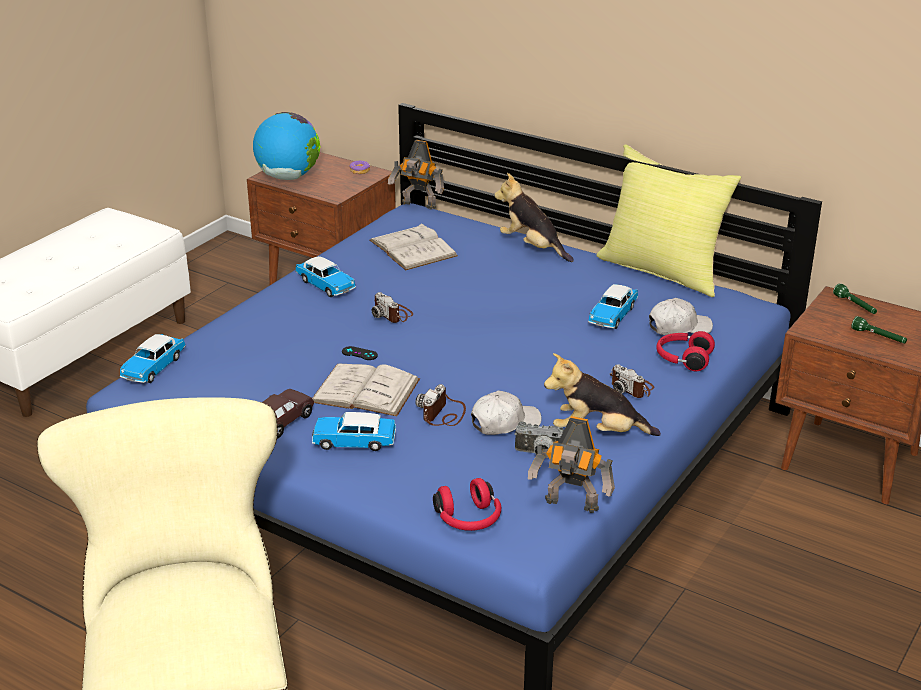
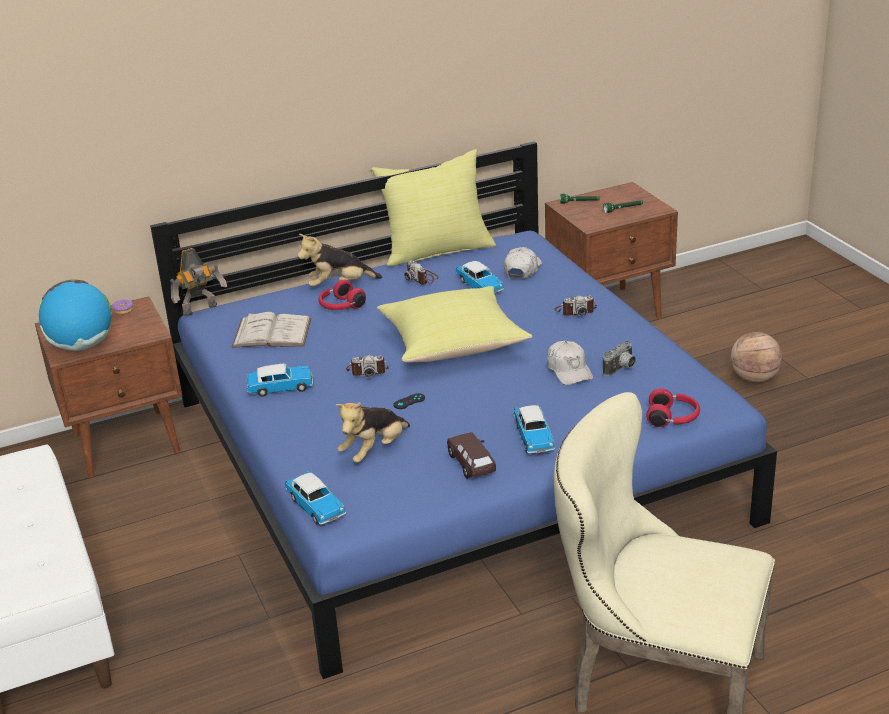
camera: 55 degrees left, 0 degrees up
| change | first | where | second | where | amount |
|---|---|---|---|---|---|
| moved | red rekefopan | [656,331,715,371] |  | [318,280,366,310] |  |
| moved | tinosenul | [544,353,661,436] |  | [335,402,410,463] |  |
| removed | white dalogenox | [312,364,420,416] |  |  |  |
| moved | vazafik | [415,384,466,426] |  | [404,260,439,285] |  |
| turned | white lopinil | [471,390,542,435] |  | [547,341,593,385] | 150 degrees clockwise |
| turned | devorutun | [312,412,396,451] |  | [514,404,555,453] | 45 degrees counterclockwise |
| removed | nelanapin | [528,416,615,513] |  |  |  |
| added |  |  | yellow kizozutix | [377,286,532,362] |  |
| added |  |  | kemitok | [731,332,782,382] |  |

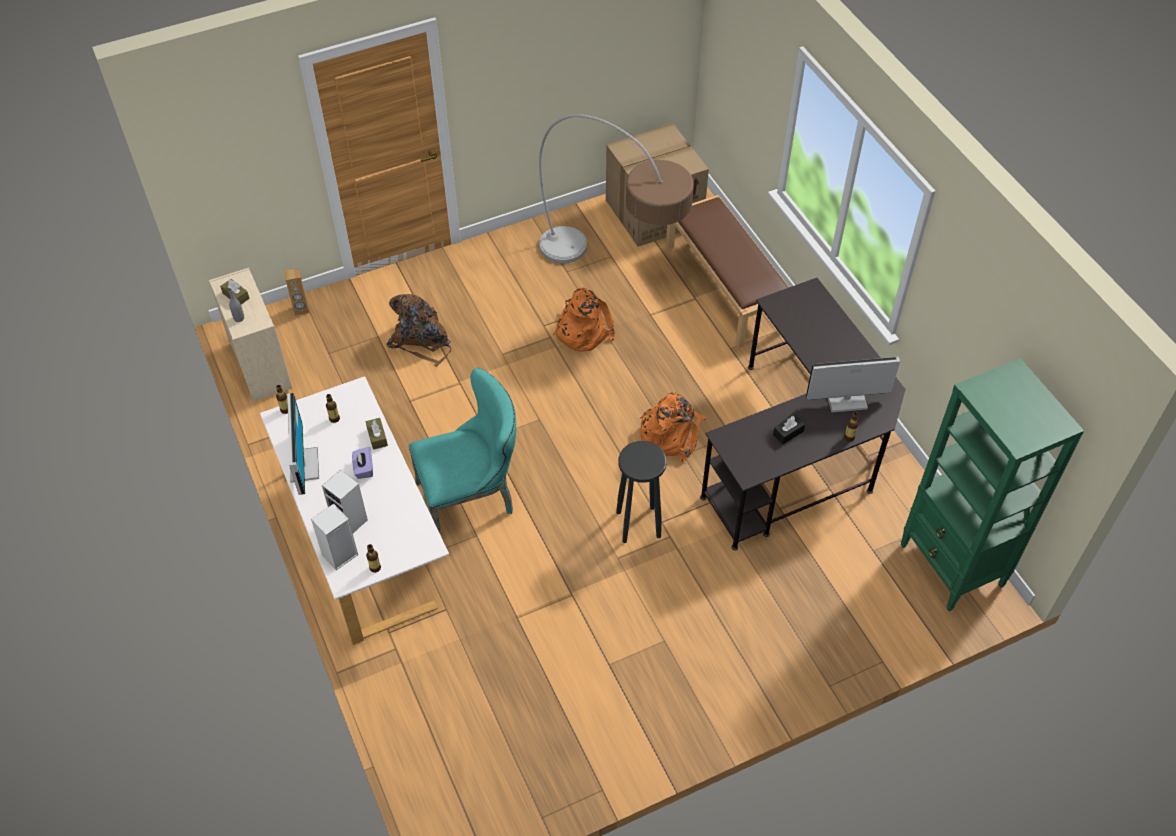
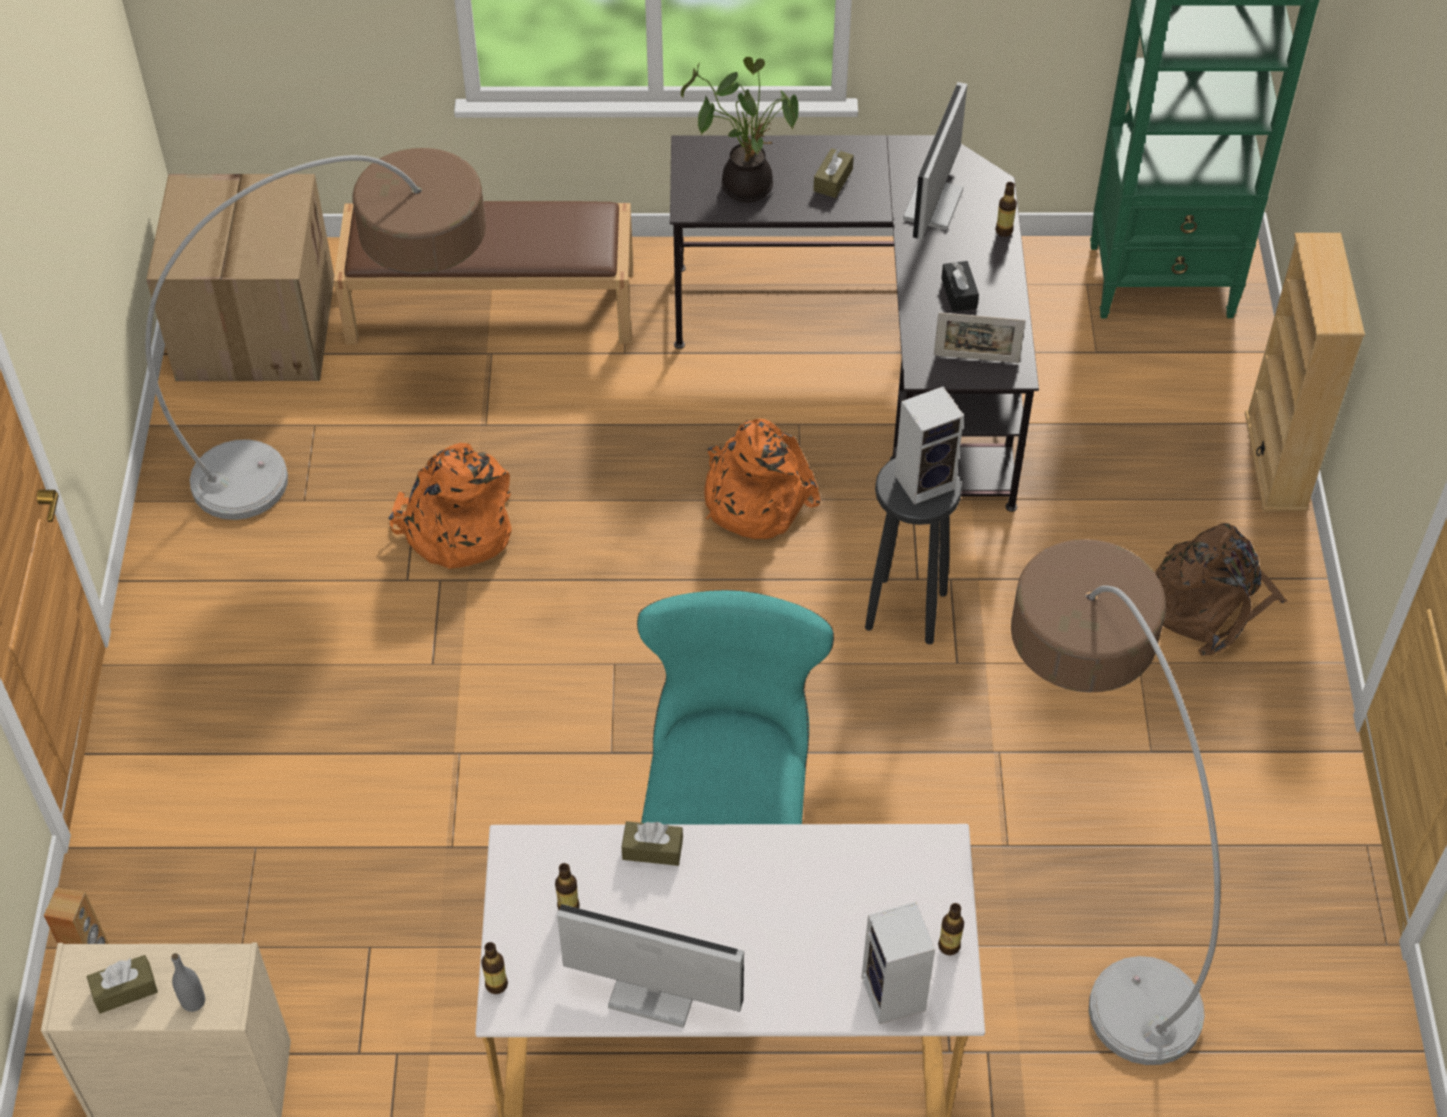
camera: 65 degrees left, 0 degrees up
| change | first | where | second | where | amount |
|---|---|---|---|---|---|
| moved | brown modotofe | [386,294,451,367] |  | [1155,523,1287,656] |  |
| removed | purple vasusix | [352,447,373,479] |  |  |  |
| moved | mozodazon | [322,470,368,533] |  | [894,387,964,505] |  |
| added |  |  | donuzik | [681,57,799,202] |  |
| added |  |  | brown vasusix | [813,148,854,198] |  |
| added |  |  | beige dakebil | [1245,233,1365,511] |  |
| added |  |  | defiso | [934,312,1026,363] |  |
| added |  |  | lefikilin | [1011,539,1221,1065] |  |

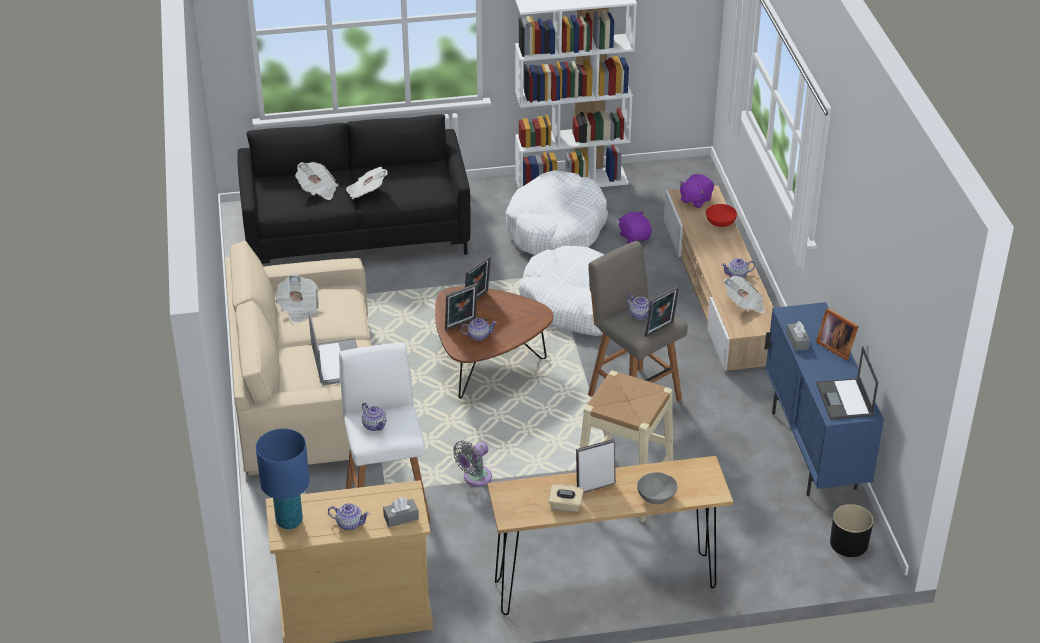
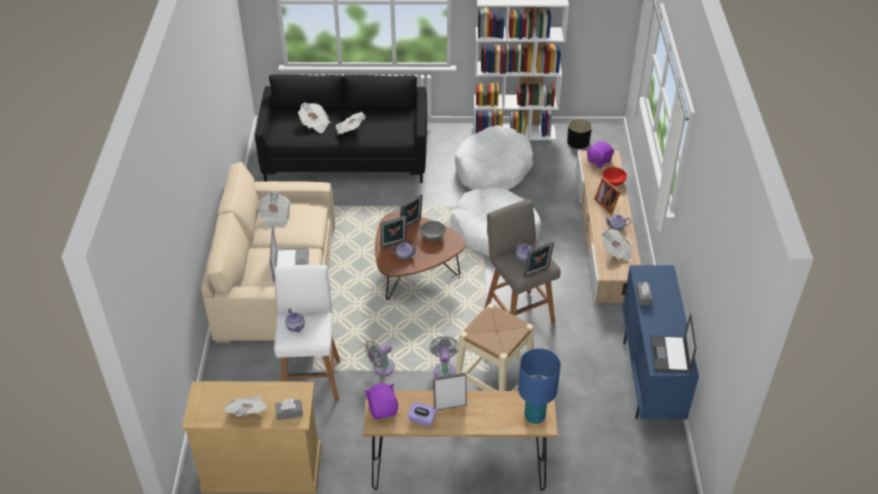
camera: 10 degrees right, 5 degrees up
| change | first | where | second | where | amount |
|---|---|---|---|---|---|
| moved | purple tinosenul | [618,211,652,244] |  | [364,383,398,419] |  |
| moved | defiso | [816,308,859,360] |  | [594,177,621,214] |  |
| moved | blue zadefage | [256,428,309,529] |  | [518,348,561,424] |  |
| moved | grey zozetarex | [637,472,677,504] |  | [420,221,446,241] |  |
| recoloured | beige vasusix | [549,484,584,512] | purple vasusix | [407,402,437,427] |  |
| replaced | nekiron | [328,503,370,530] | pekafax | [224,396,267,416] |  |
| moved | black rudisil | [830,504,873,557] |  | [567,118,592,149] |  |
| added |  |  | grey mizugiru | [430,336,459,377] |  |

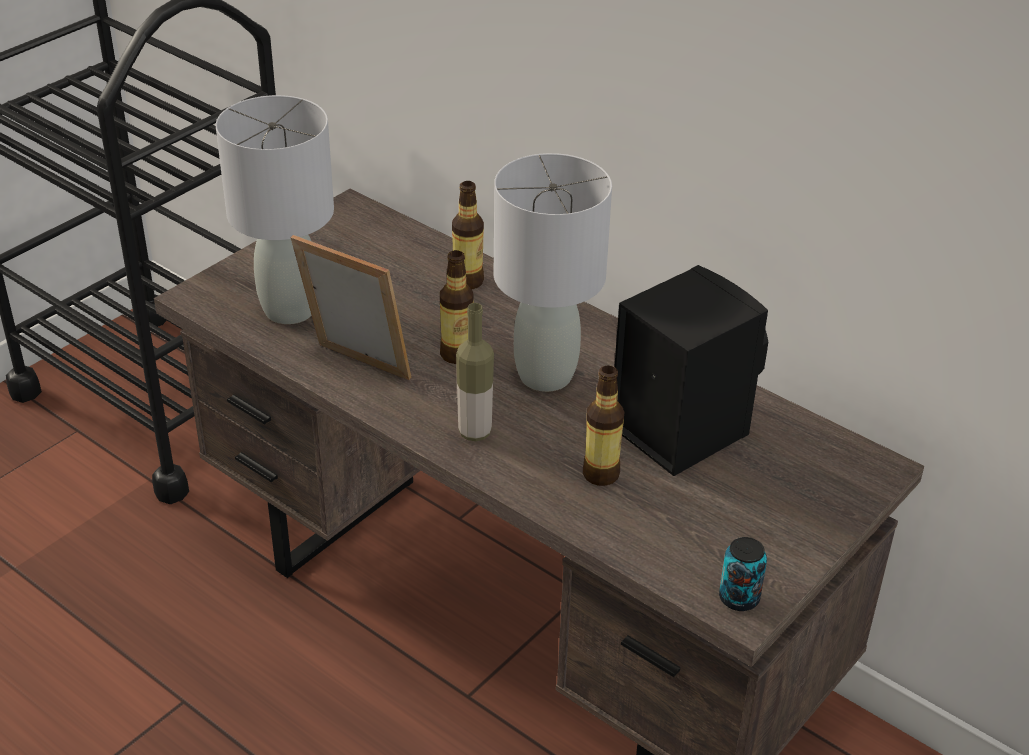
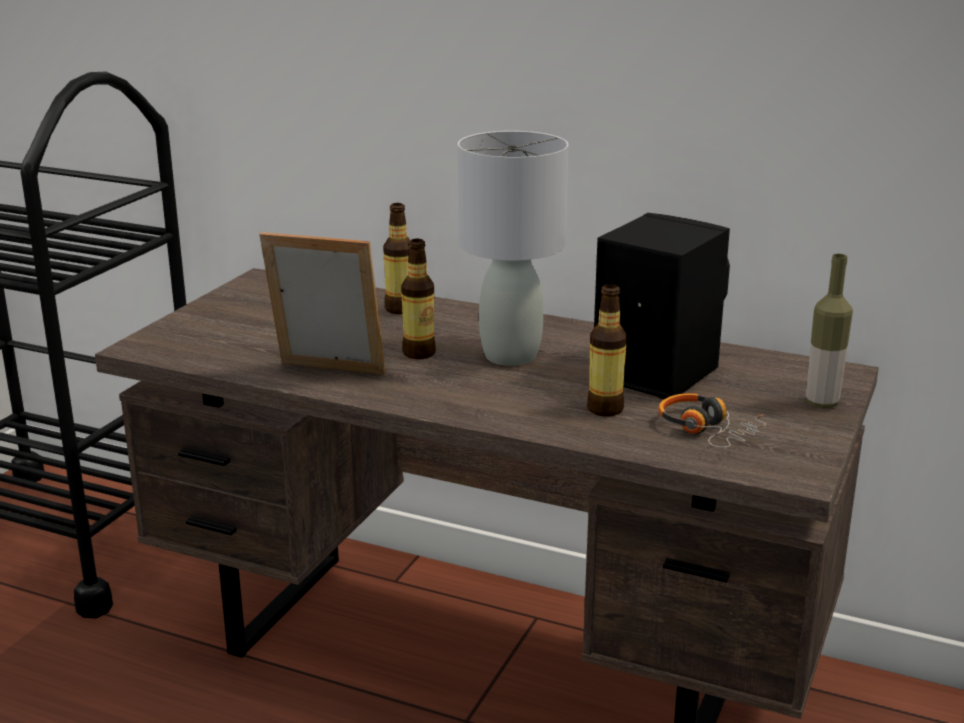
camera: 15 degrees left, 15 degrees down
| change | first | where | second | where | amount |
|---|---|---|---|---|---|
| removed | grey zadefage | [216,95,334,324] |  |  |  |
| moved | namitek | [456,303,494,441] |  | [806,254,853,408] |  |
| removed | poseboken | [719,537,767,611] |  |  |  |
| added |  |  | rekefopan | [659,393,766,448] |  |

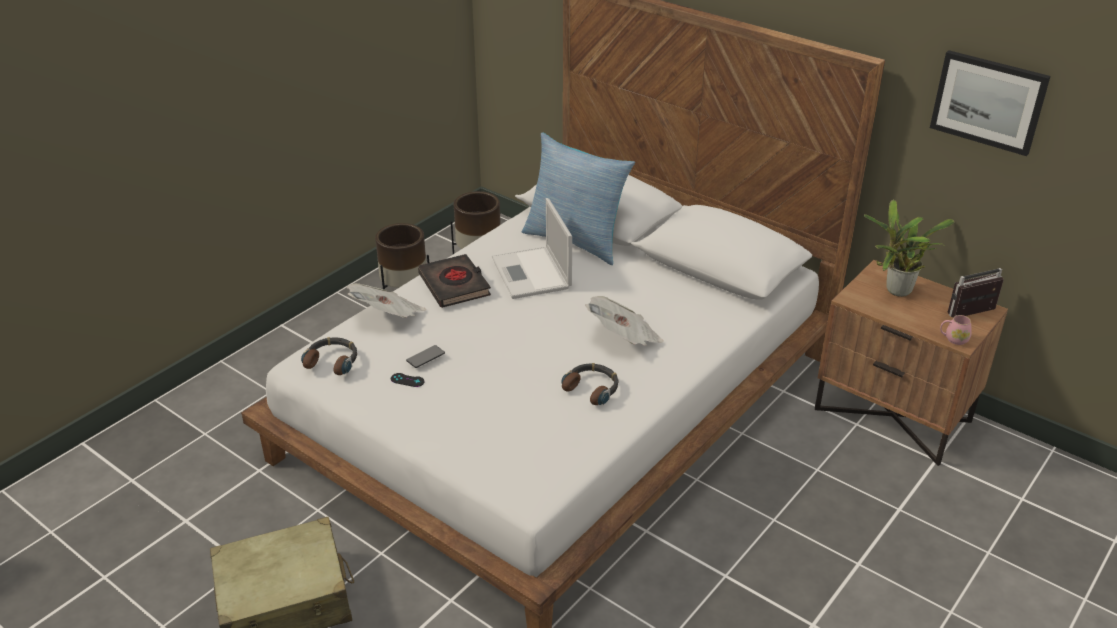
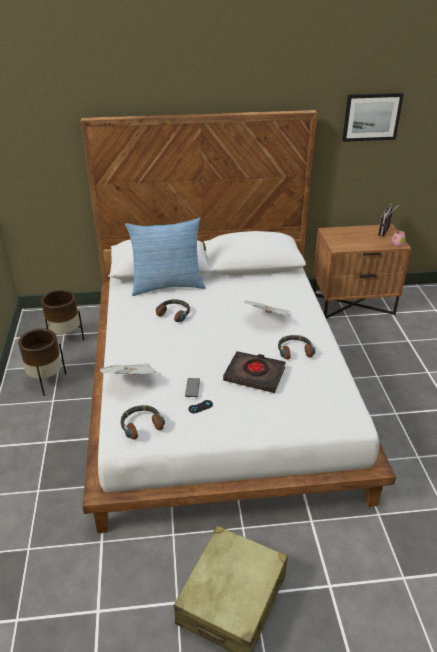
camera: 45 degrees left, 0 degrees up
| change | first | where | second | where | amount |
|---|---|---|---|---|---|
| replaced | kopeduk | [492,198,572,299] | rekefopan | [156,299,190,322] |  |
| removed | donuzik | [864,199,955,297] |  |  |  |
| moved | black dalogenox | [418,254,491,308] |  | [223,351,286,393] |  |

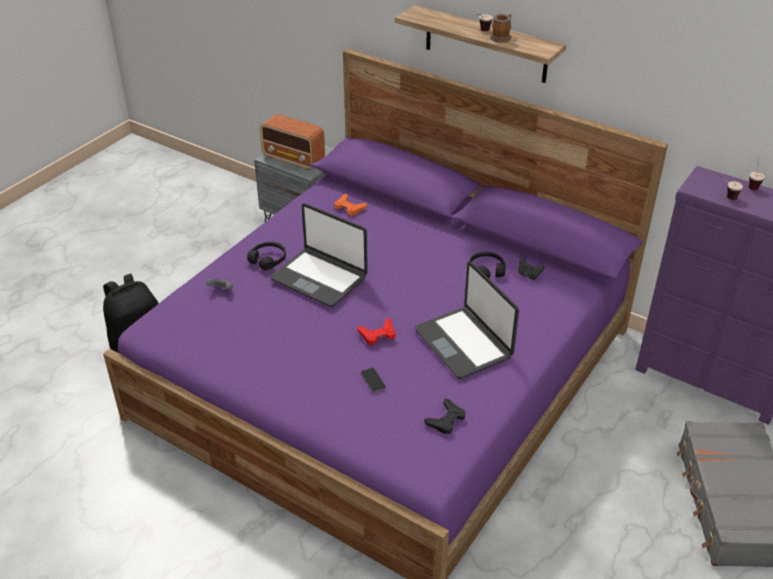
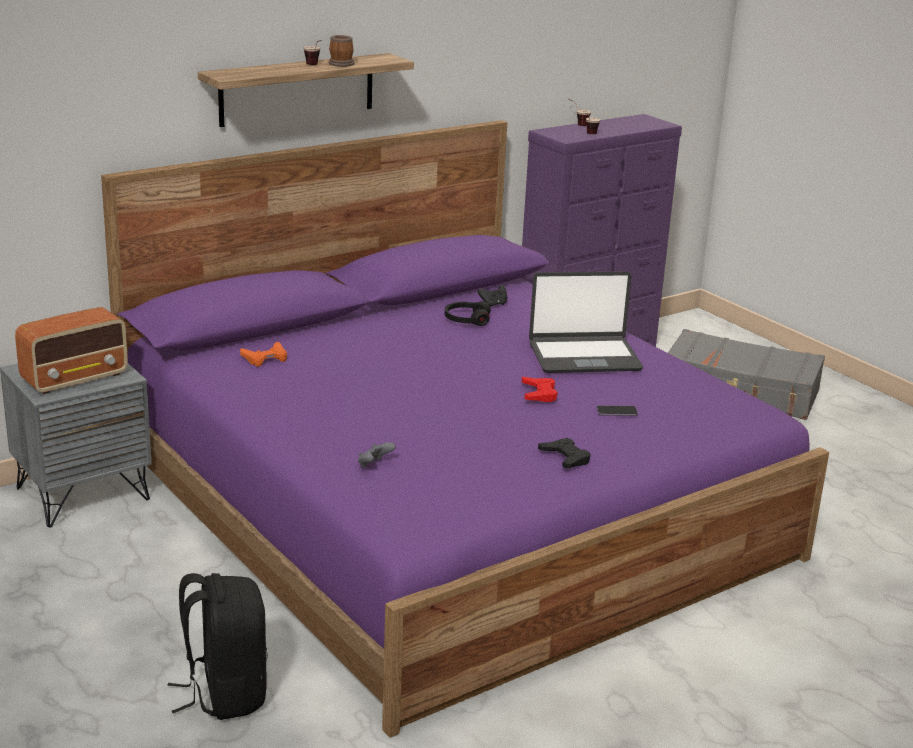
camera: 70 degrees left, 15 degrees down
| change | first | where | second | where | amount |
|---|---|---|---|---|---|
| removed | kopeduk | [270,203,368,307] |  |  |  |
| removed | black rekefopan | [247,242,286,270] |  |  |  |
| moved | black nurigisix | [424,398,466,434] |  | [538,438,591,468] |  |

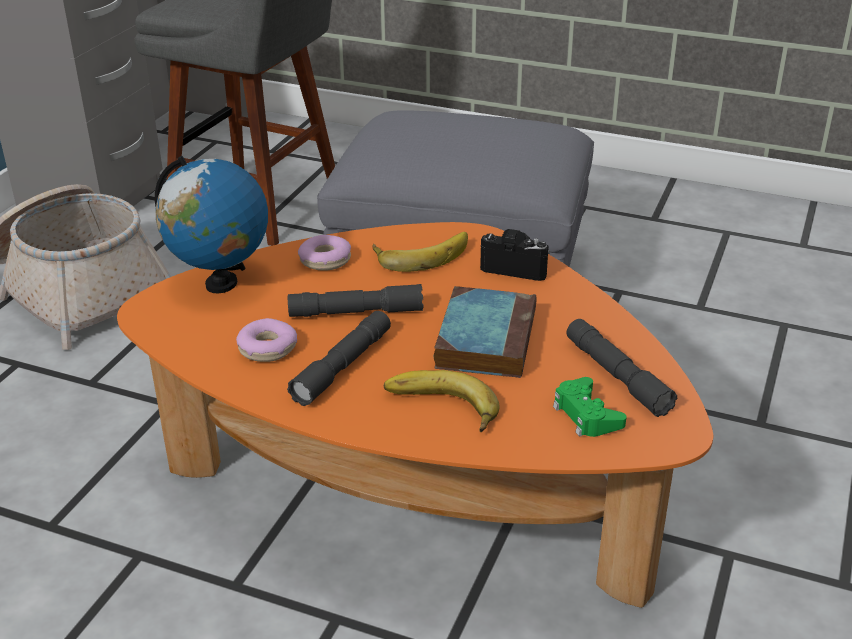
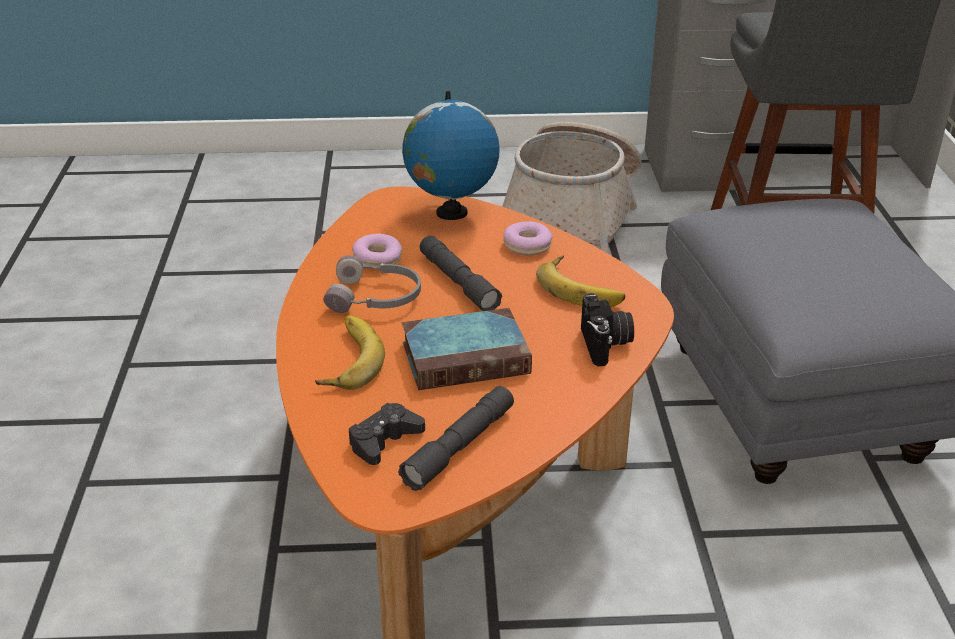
camera: 65 degrees right, 0 degrees up
| change | first | where | second | where | amount |
|---|---|---|---|---|---|
| replaced | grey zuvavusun | [287,311,391,406] | grey rekefopan | [323,255,421,313] |  |
| recoloured | green nurigisix | [553,377,627,437] | black nurigisix | [349,403,425,465] |  |

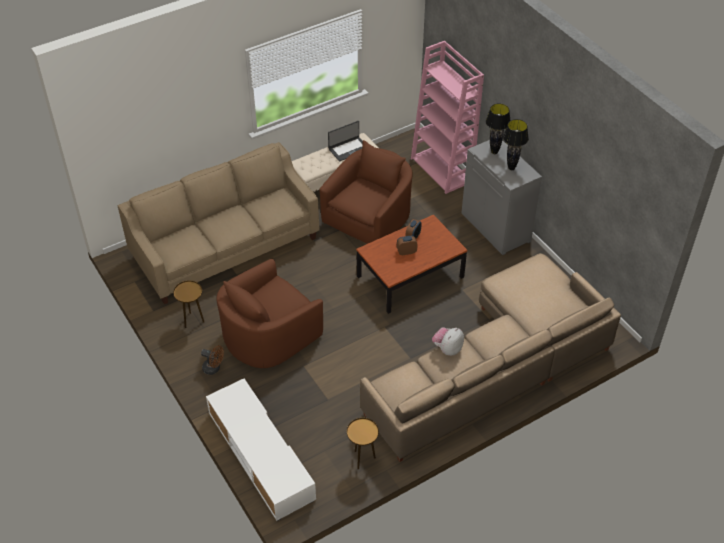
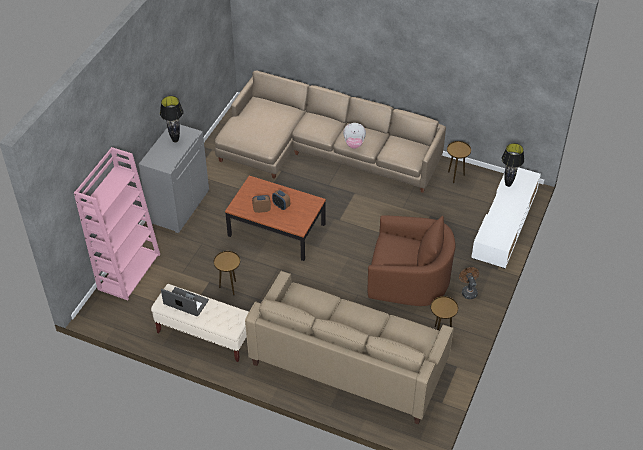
camera: 125 degrees left, 0 degrees up
| change | first | where | second | where | amount |
|---|---|---|---|---|---|
| moved | black zadefage | [486,103,511,154] |  | [502,143,524,187] |  |
| replaced | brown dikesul | [319,140,413,244] | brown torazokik | [214,251,240,295] |  |

